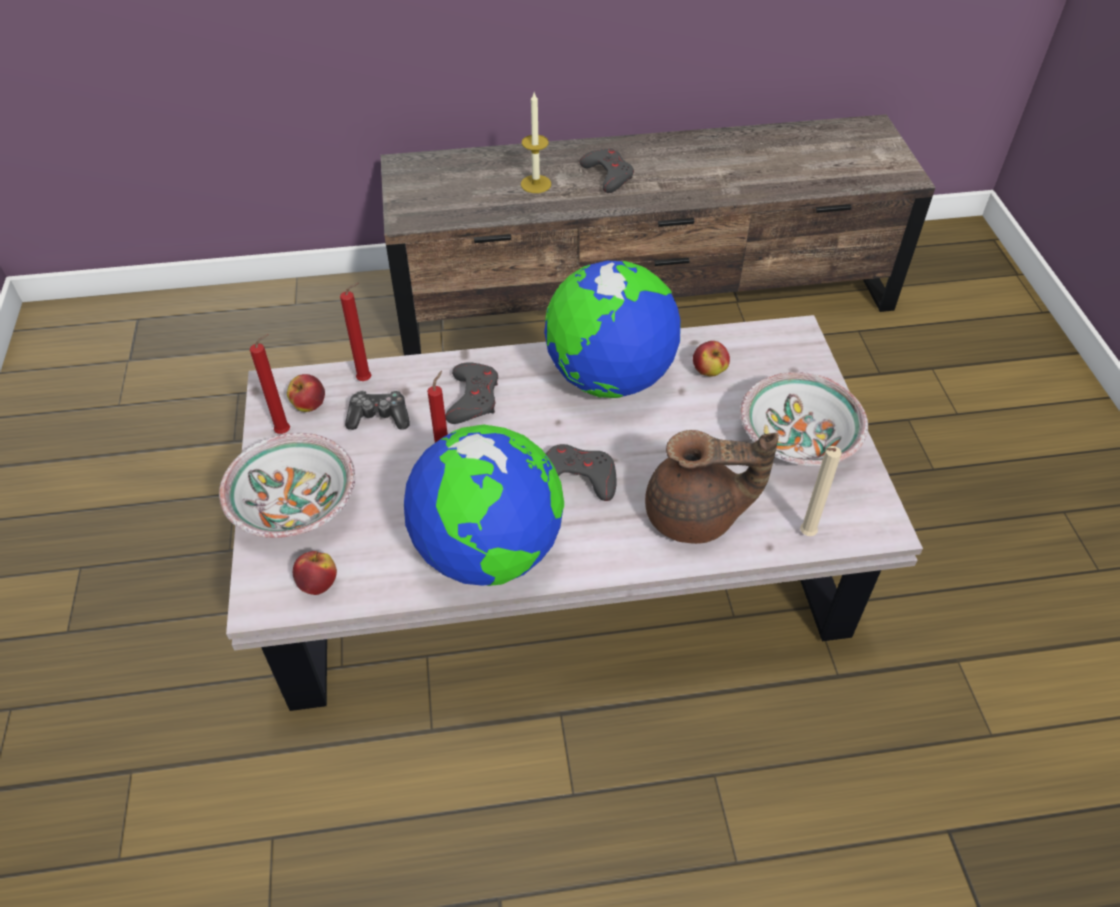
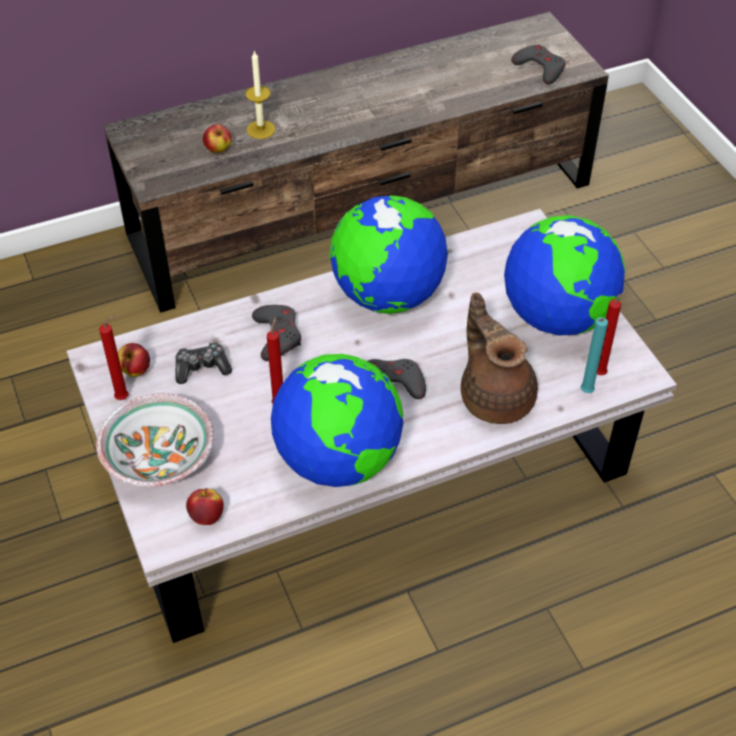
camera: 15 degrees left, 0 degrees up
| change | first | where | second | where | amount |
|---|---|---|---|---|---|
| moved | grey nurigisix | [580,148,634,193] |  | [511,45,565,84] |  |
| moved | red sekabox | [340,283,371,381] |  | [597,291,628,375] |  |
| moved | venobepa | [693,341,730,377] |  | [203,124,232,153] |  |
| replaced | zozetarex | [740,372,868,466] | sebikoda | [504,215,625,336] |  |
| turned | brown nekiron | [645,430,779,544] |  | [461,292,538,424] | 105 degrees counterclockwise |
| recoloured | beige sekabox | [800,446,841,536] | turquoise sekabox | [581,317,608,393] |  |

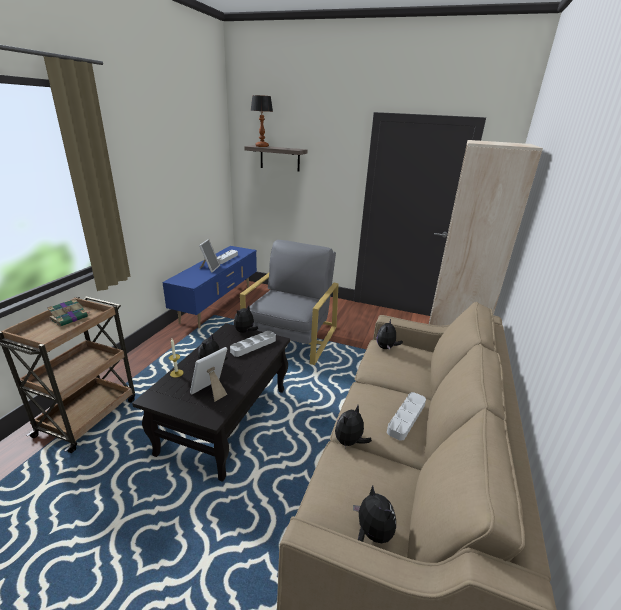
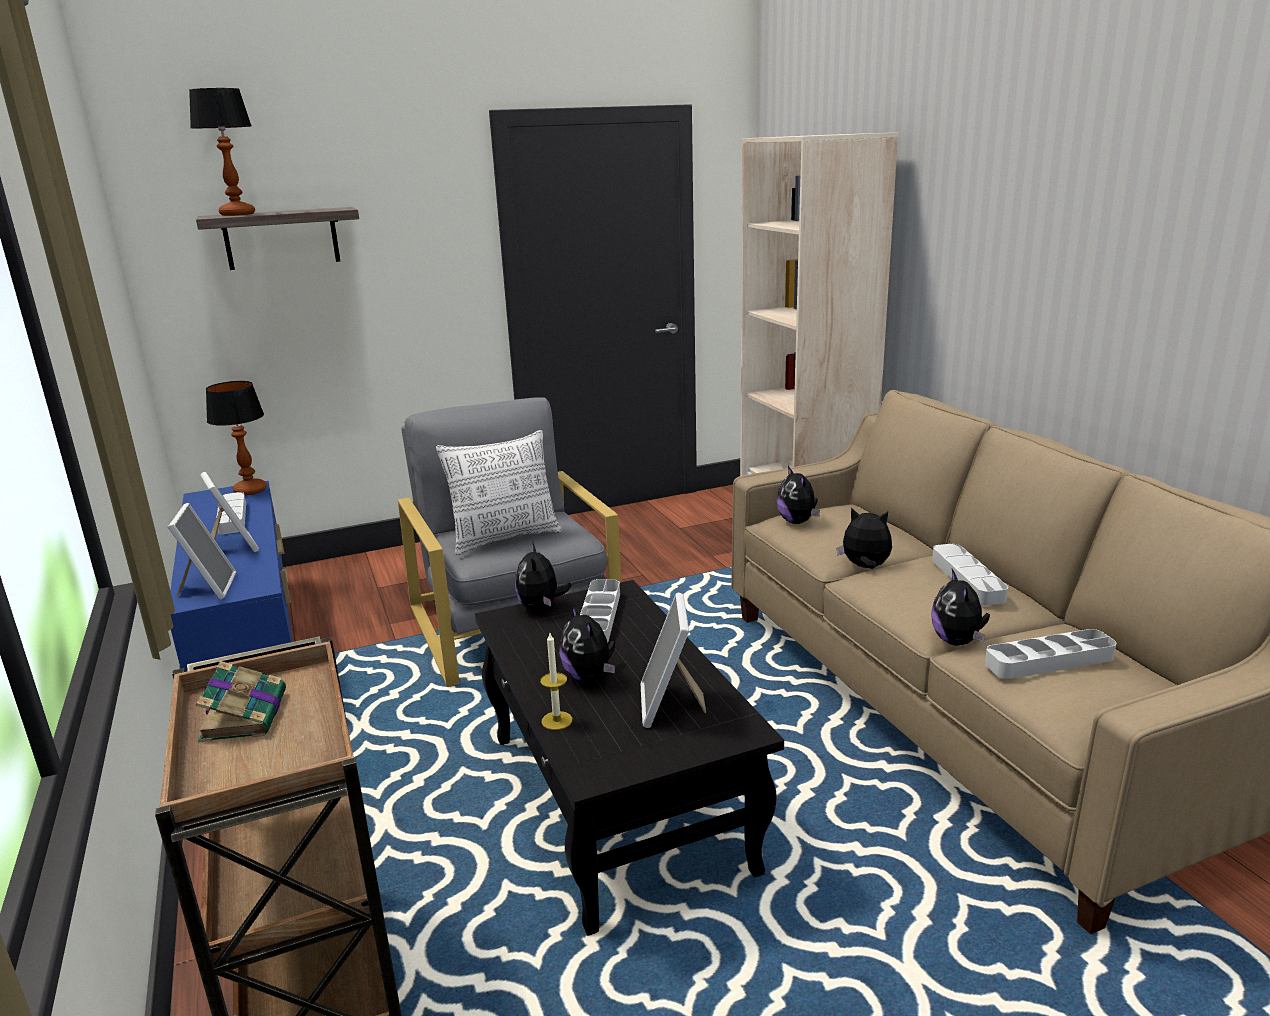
camera: 40 degrees left, 5 degrees down
| change | first | where | second | where | amount |
|---|---|---|---|---|---|
| moved | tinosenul | [353,486,396,543] |  | [837,507,892,569] |  |
| added |  |  | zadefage | [206,381,267,495] |  |
| added |  |  | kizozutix | [436,430,562,555] |  |
| added |  |  | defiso | [168,503,236,600] |  |
| added |  |  | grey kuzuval | [985,629,1117,679] |  |

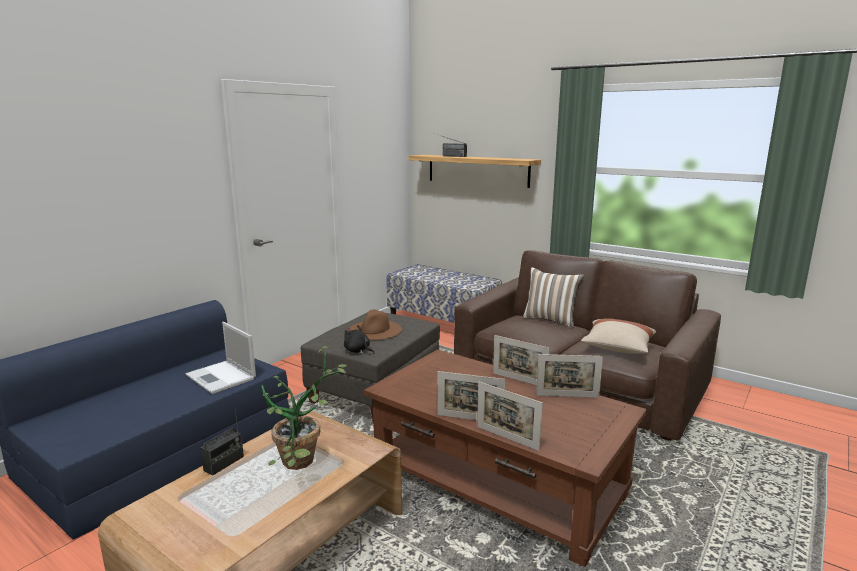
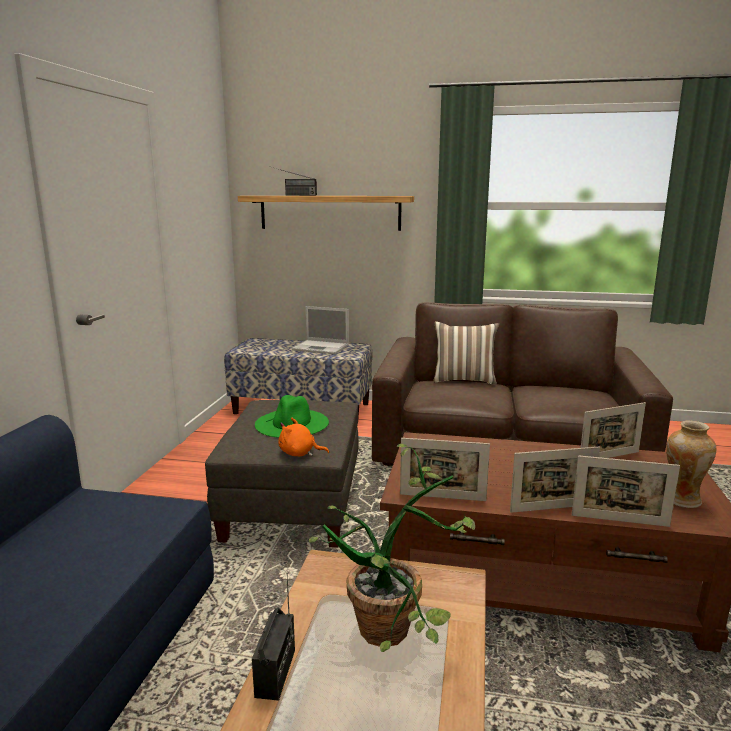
camera: 25 degrees left, 0 degrees up
| change | first | where | second | where | amount |
|---|---|---|---|---|---|
| recoloured | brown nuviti | [350,309,402,340] | green nuviti | [255,395,329,438] |  |
| removed | beige kizozutix | [581,319,656,354] |  |  |  |
| moved | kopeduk | [186,322,256,394] |  | [291,306,349,354] |  |
| recoloured | black tinosenul | [344,325,375,354] | orange tinosenul | [278,418,329,456] |  |
| moved | defiso | [493,335,549,385] |  | [400,438,490,501] |  |
| added |  |  | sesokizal | [666,421,716,508] |  |

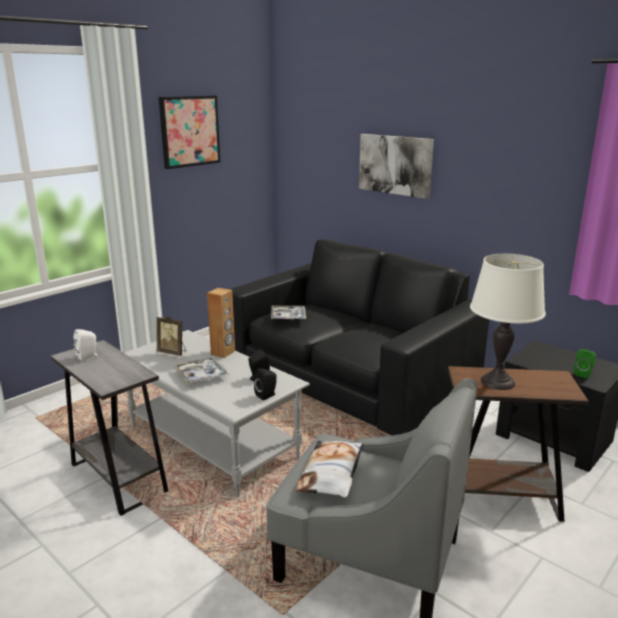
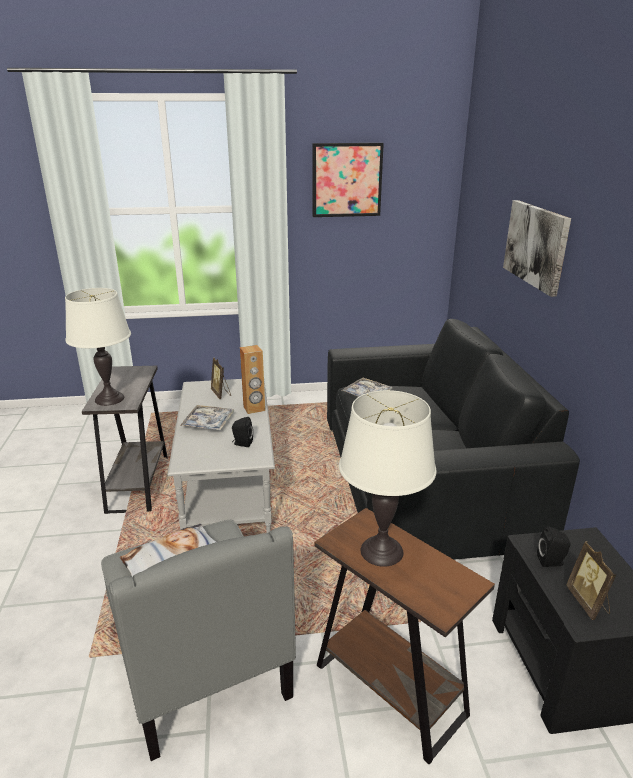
camera: 40 degrees right, 5 degrees up
| change | first | where | second | where | amount |
|---|---|---|---|---|---|
| removed | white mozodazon | [73,329,98,361] |  |  |  |
| replaced | green mozodazon | [574,349,596,378] | defiso | [566,541,616,620] |  |
| moved | black mozodazon | [254,368,277,400] |  | [537,526,571,567] |  |
| added |  |  | white zadefage | [65,288,131,406] |  |

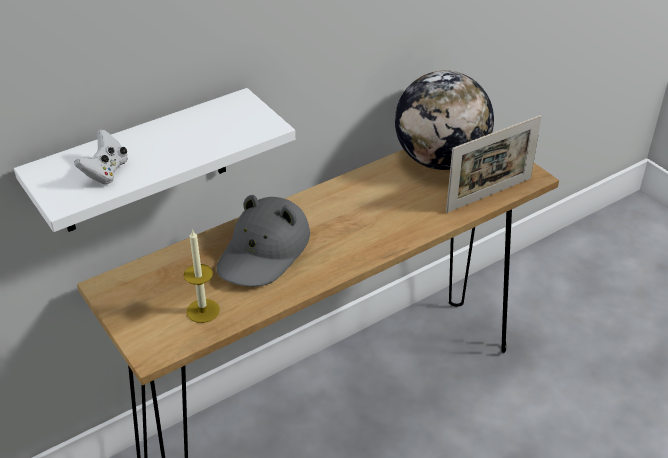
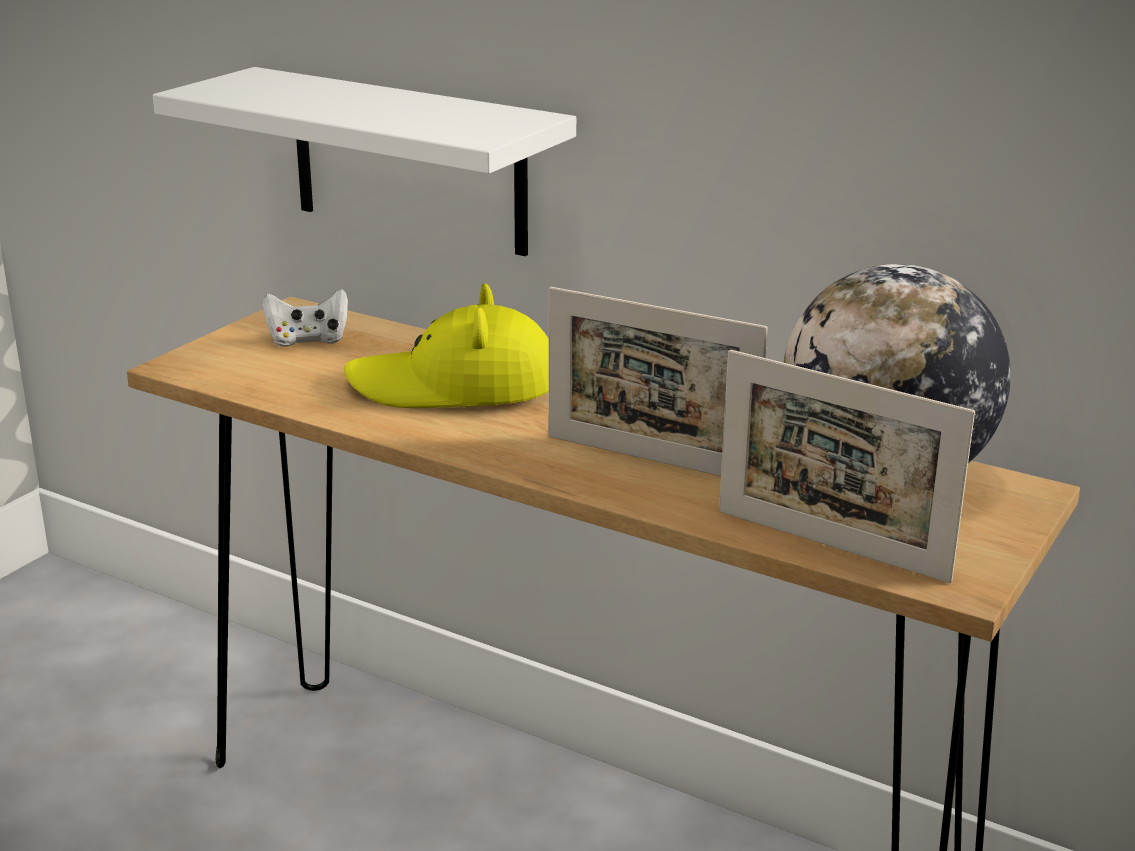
camera: 65 degrees right, 15 degrees down
| change | first | where | second | where | amount |
|---|---|---|---|---|---|
| moved | white nurigisix | [75,129,128,184] |  | [263,289,348,347] |  |
| recoloured | grey nuviti | [217,195,310,287] | yellow nuviti | [344,283,549,408] |  |
| removed | sekabox | [184,229,220,323] |  |  |  |
| added |  |  | defiso | [548,287,768,476] |  |

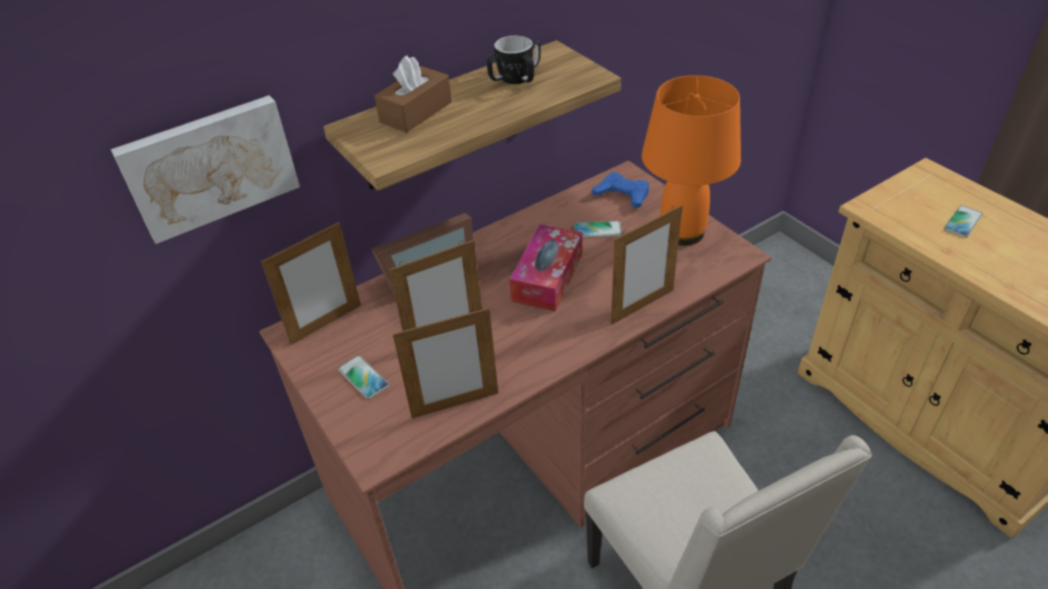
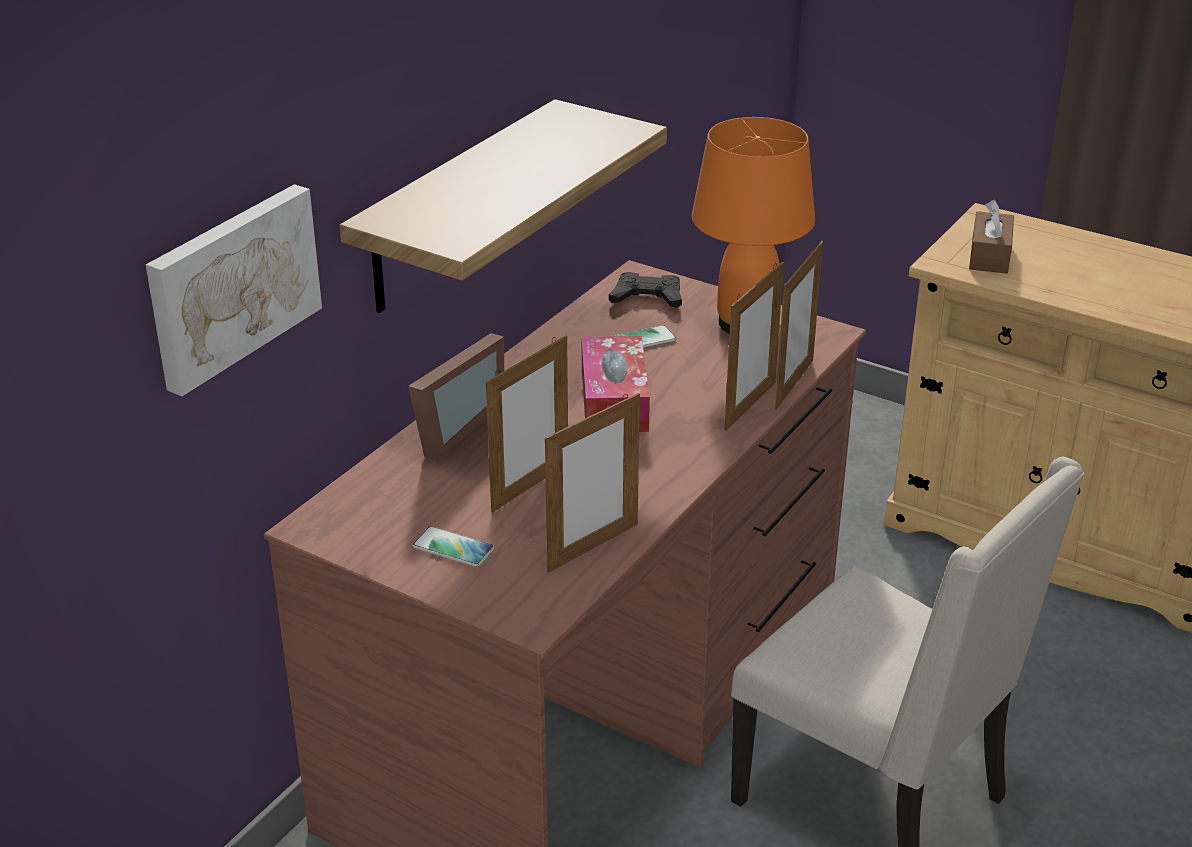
camera: 25 degrees left, 10 degrees down
| change | first | where | second | where | amount |
|---|---|---|---|---|---|
| removed | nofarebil | [487,36,541,84] |  |  |  |
| moved | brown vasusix | [374,55,452,133] |  | [969,200,1014,273] |  |
| recoloured | blue nurigisix | [592,173,649,208] | black nurigisix | [609,272,682,308] |  |
| removed | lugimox | [944,205,983,237] |  |  |  |
| moved | defiso | [261,222,361,345] |  | [775,241,823,409] |  |

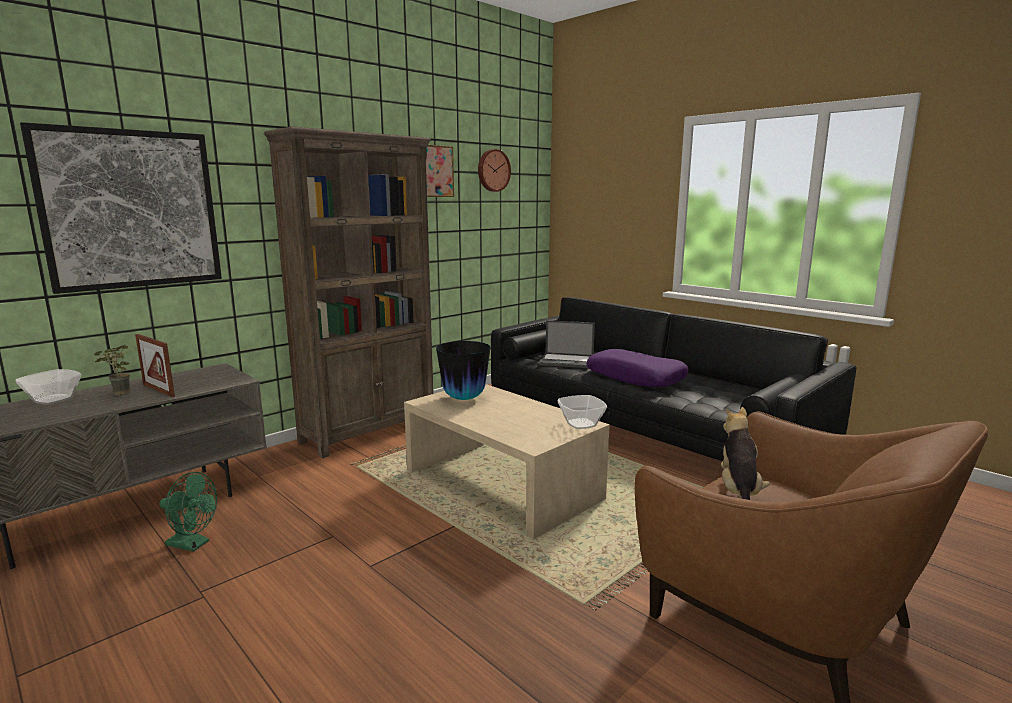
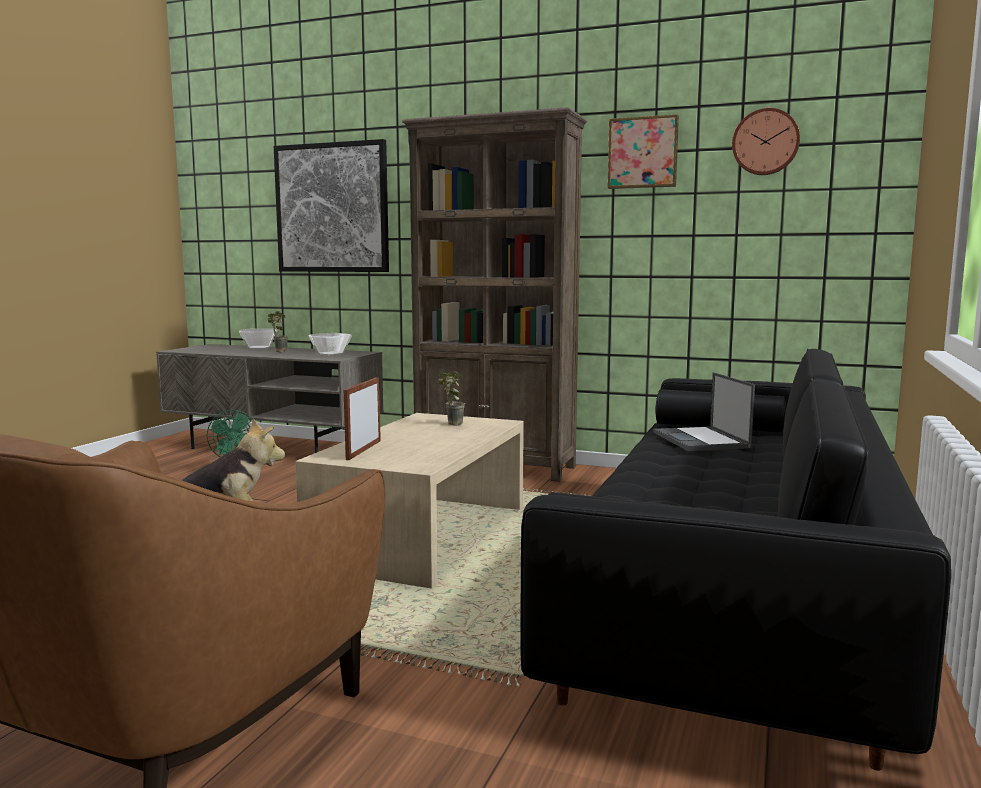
camera: 65 degrees right, 5 degrees down
| change | first | where | second | where | amount |
|---|---|---|---|---|---|
| moved | defiso | [135,334,175,397] |  | [344,377,381,460] |  |
| replaced | sesokizal | [436,341,491,400] | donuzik | [439,371,465,425] |  |
| removed | purple kizozutix | [586,349,689,387] |  |  |  |
| moved | zozetarex | [558,395,607,429] |  | [309,333,352,356] |  |

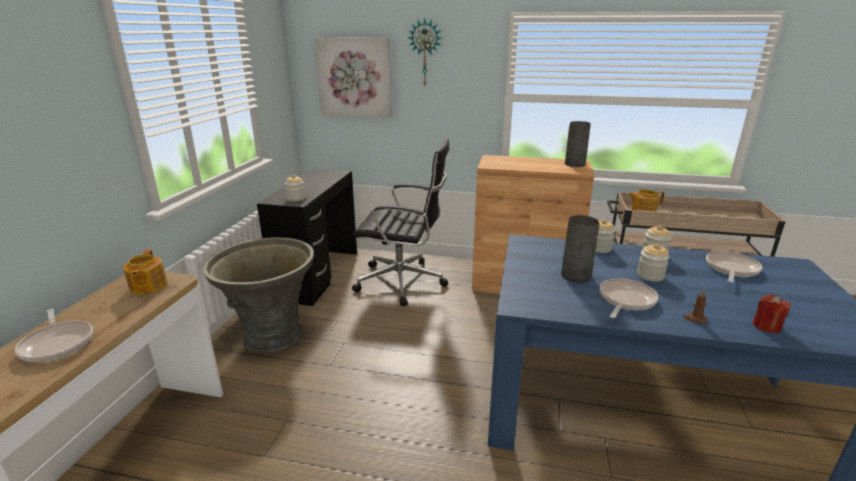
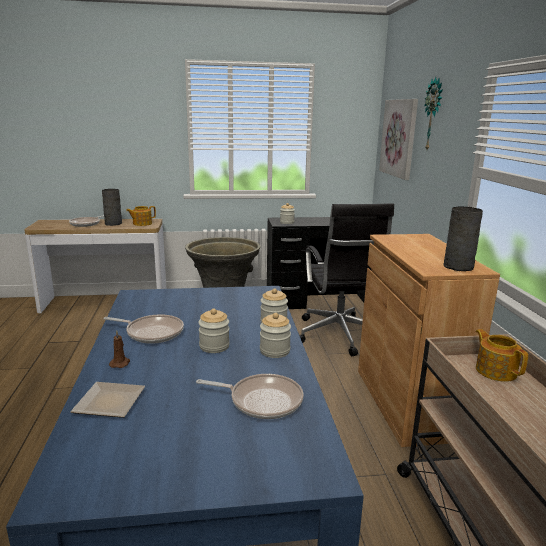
camera: 70 degrees right, 5 degrees down
| change | first | where | second | where | amount |
|---|---|---|---|---|---|
| moved | grey sesokizal | [561,215,599,283] |  | [102,189,122,226] |  |
| replaced | red sekabox | [753,294,791,333] | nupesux | [70,382,145,418] |  |

